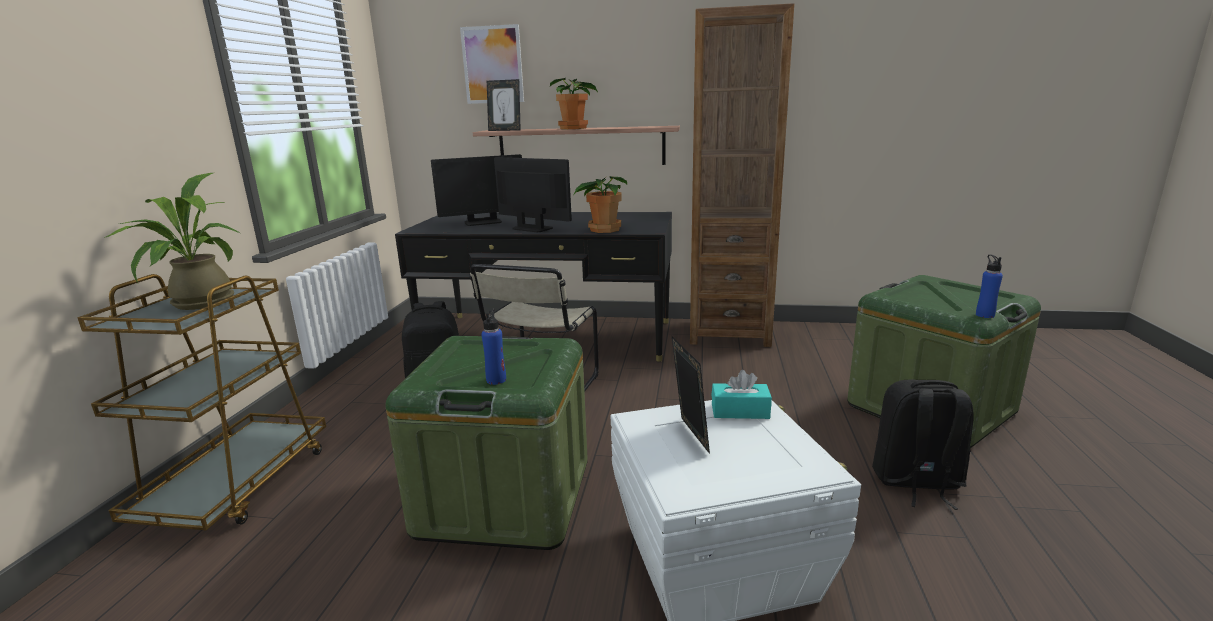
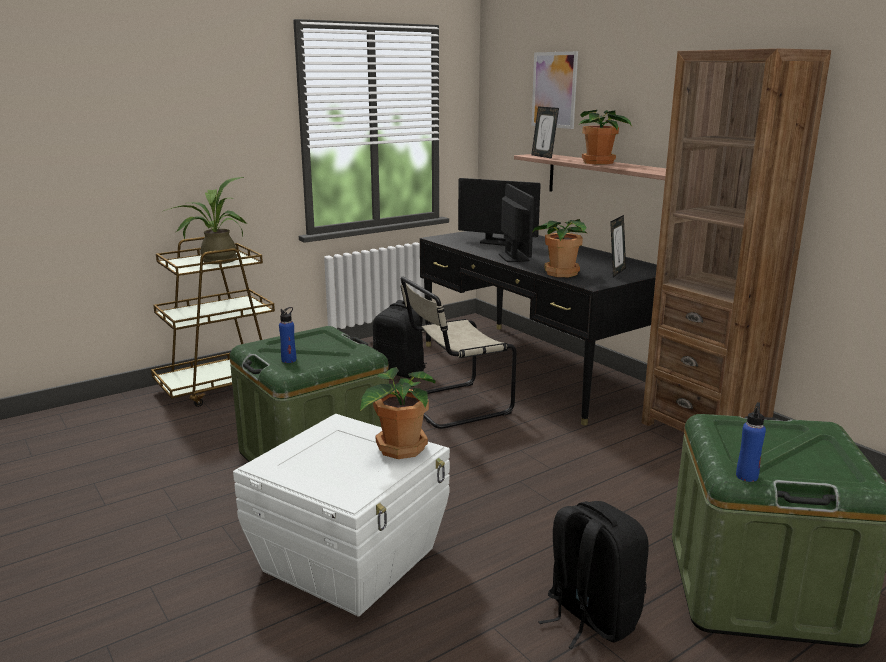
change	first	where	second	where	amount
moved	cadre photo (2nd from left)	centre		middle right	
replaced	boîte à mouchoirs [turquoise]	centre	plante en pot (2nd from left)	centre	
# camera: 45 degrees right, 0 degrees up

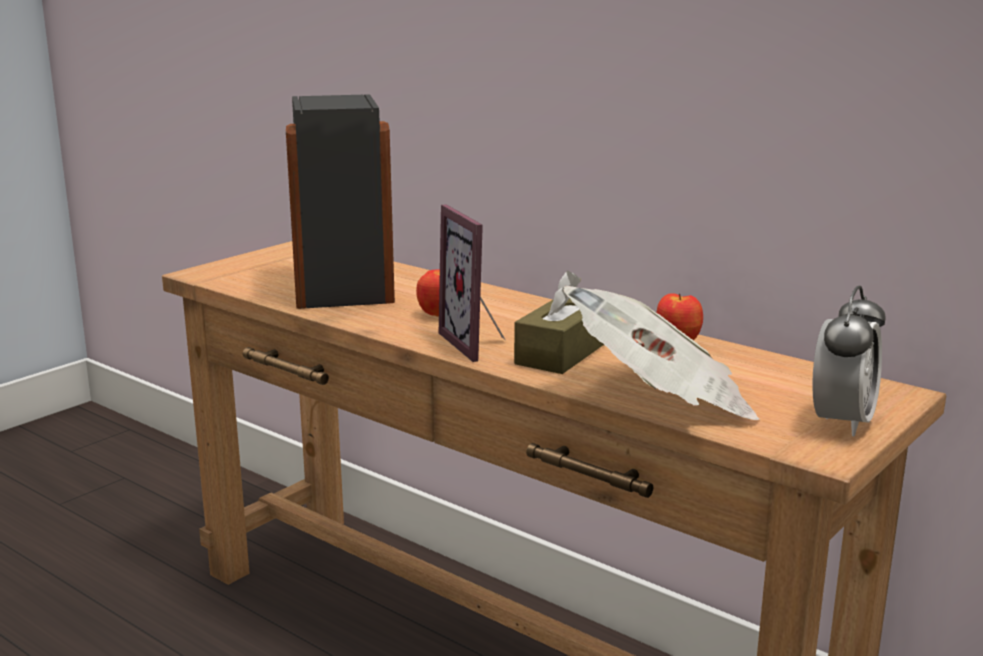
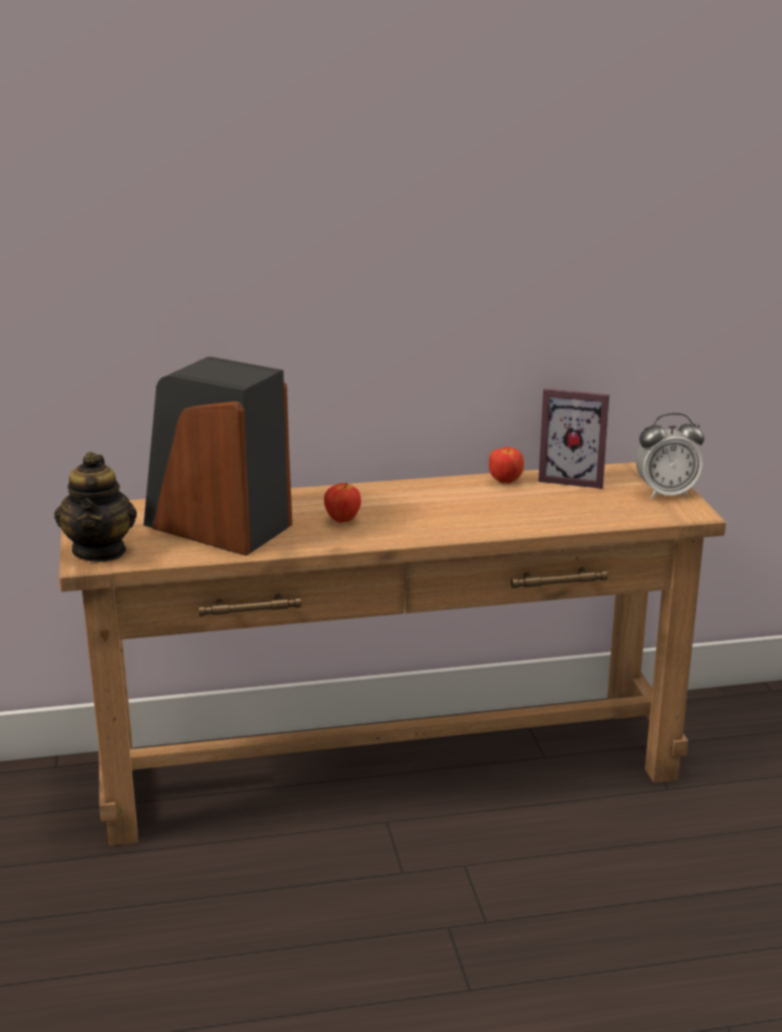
change	first	where	second	where	amount
removed	boîte à mouchoirs [marron]	centre			
removed	journal	middle right			
added			théière	middle left	
moved	cadre photo	centre		middle right	
turned	réveil	middle right		middle right	105 degrees clockwise
# camera: 50 degrees left, 5 degrees up

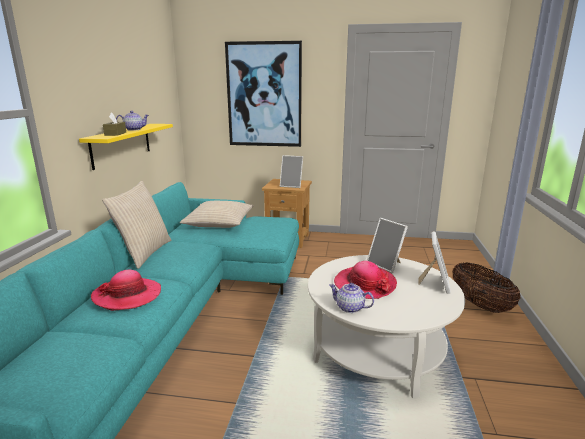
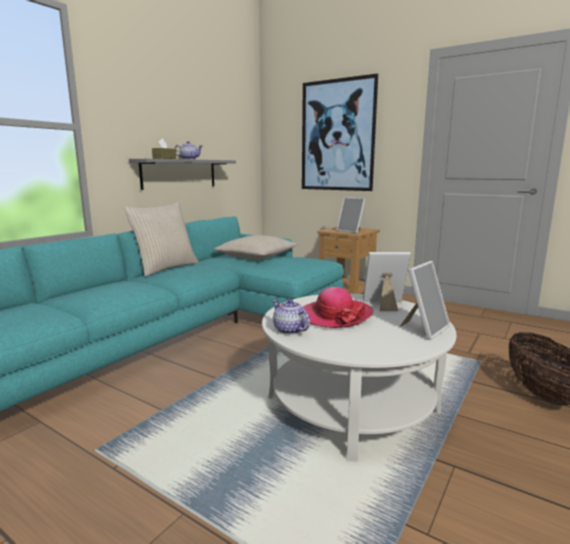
change	first	where	second	where	amount
removed	chapeau (1st from left)	middle left			
recoloured	étagère [jaune]	middle left	étagère [gris]	top left	
turned	cadre photo (2nd from left)	centre		middle right	105 degrees clockwise
# camera: 25 degrees right, 5 degrees down

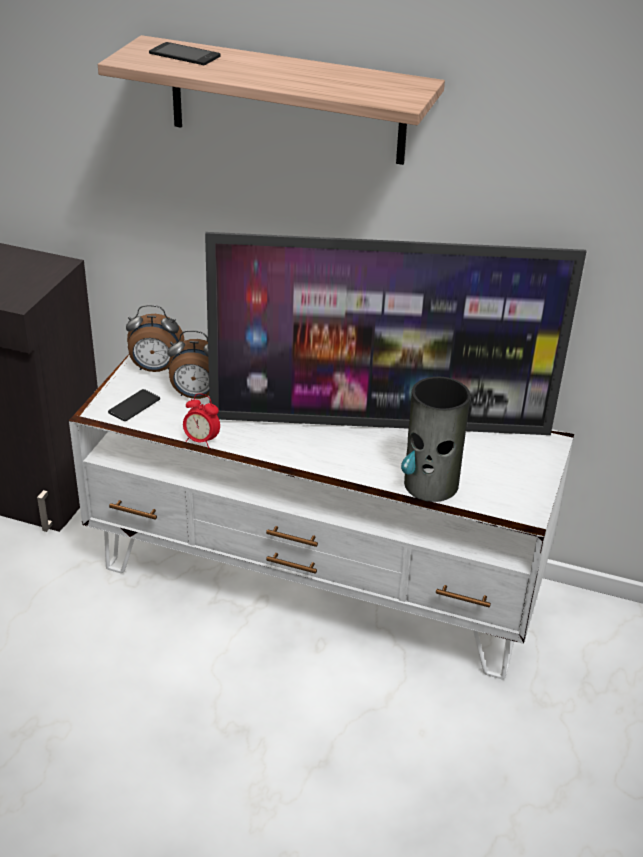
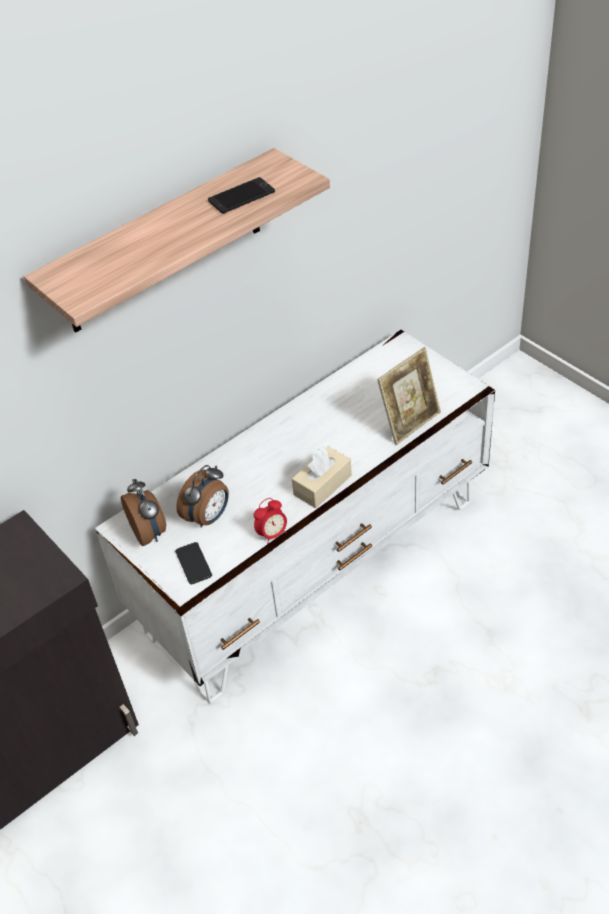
change	first	where	second	where	amount
removed	téléviseur	centre			
added			boîte à mouchoirs [beige]	centre	
moved	téléphone (2nd from left)	top left		top centre	
replaced	vase	middle right	cadre photo	middle right	
turned	réveil (1st from left)	middle left		middle left	60 degrees counterclockwise
# camera: 55 degrees left, 10 degrees up

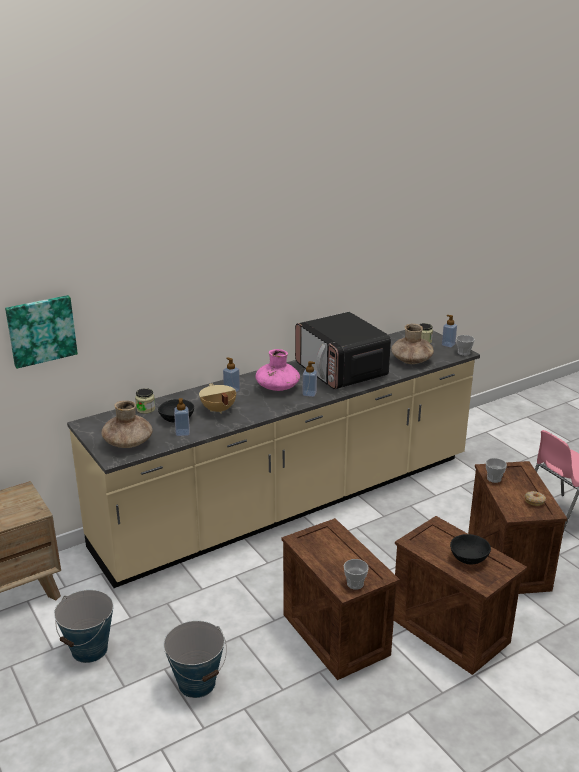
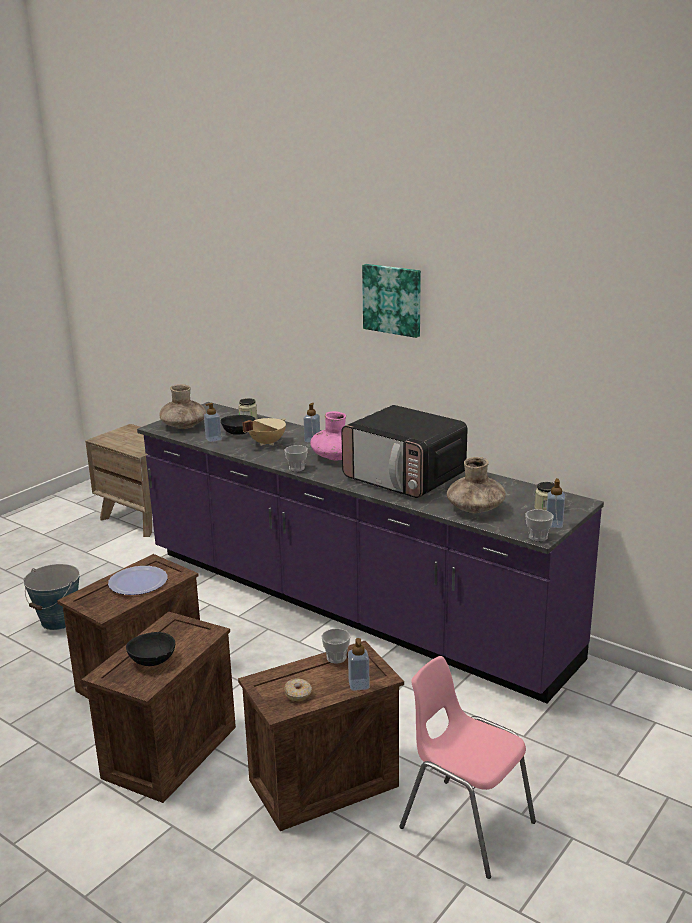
change	first	where	second	where	amount
removed	seau (1st from left)	bottom left			
added			assiette	middle left	
moved	tableau	middle left		top centre	
moved	distributeur de savon (3rd from left)	centre		bottom centre	
moved	tasse (1st from left)	bottom centre		centre	
recoloured	comptoir de cuisine [beige]	centre	comptoir de cuisine [violet]	centre	
turned	micro-ondes	centre		centre	90 degrees counterclockwise
# camera: 70 degrees right, 5 degrees down

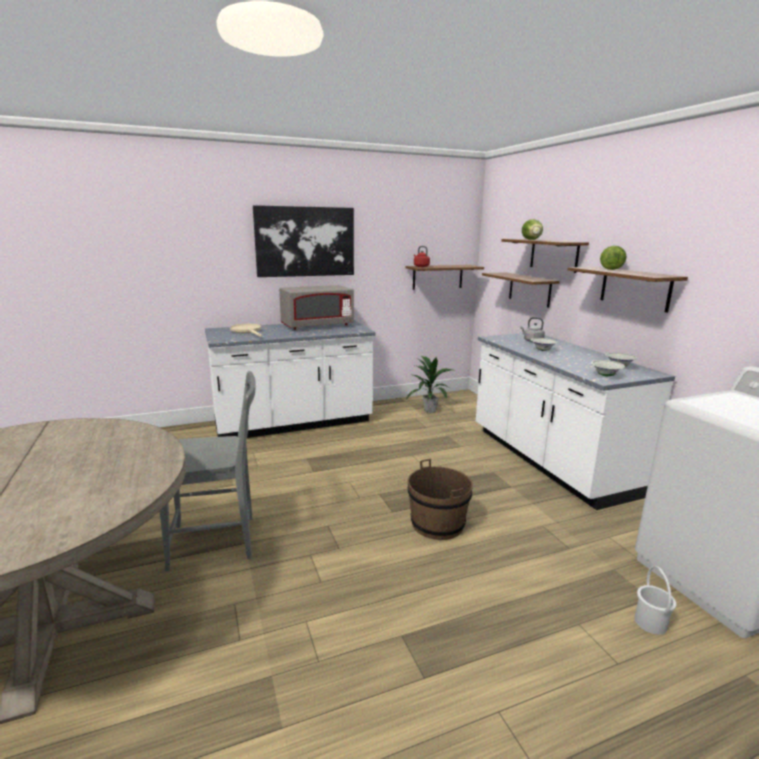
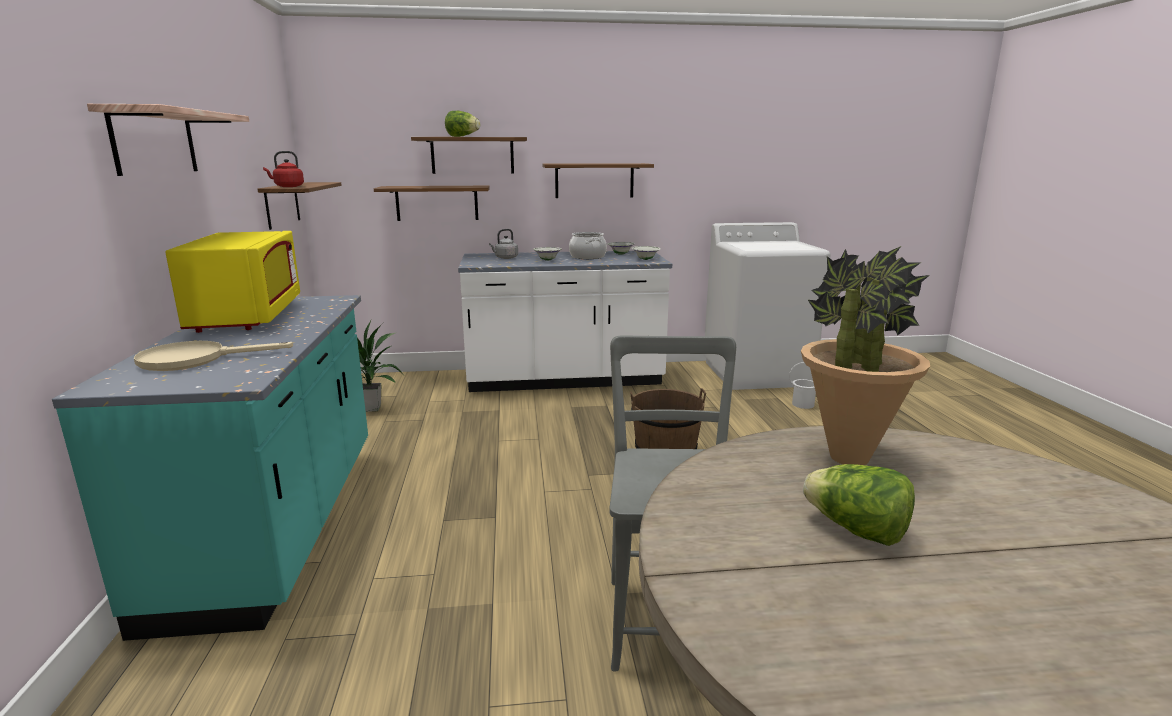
change	first	where	second	where	amount
added			marmite	centre	
added			plante en pot (2nd from left)	middle right	
moved	laitue (2nd from left)	middle right		bottom right	
replaced	tableau	top centre	étagère (1st from left)	top left	
recoloured	comptoir de cuisine [blanc] (1st from left)	centre	comptoir de cuisine [turquoise]	middle left	
recoloured	micro-ondes [gris]	centre	micro-ondes [jaune]	middle left	
# camera: 75 degrees left, 0 degrees up

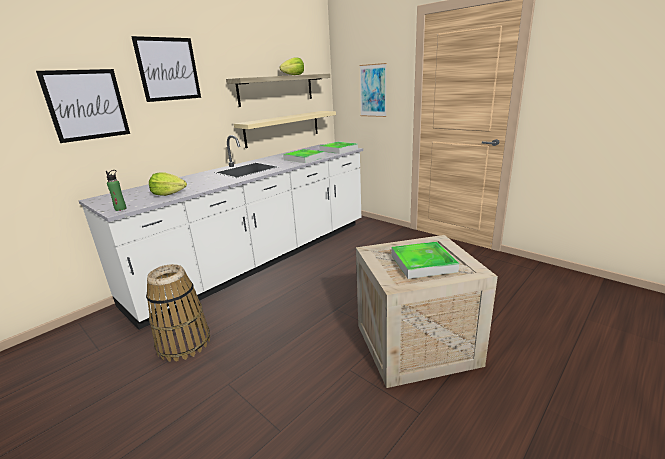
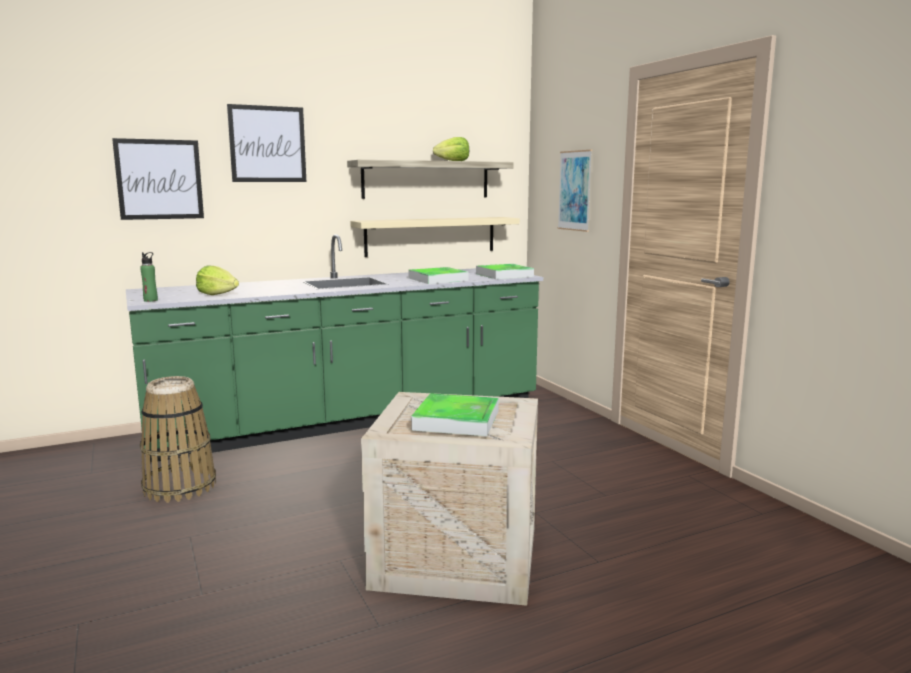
change	first	where	second	where	amount
recoloured	comptoir de cuisine [blanc]	middle left	comptoir de cuisine [vert]	centre	
# camera: 20 degrees right, 10 degrees down

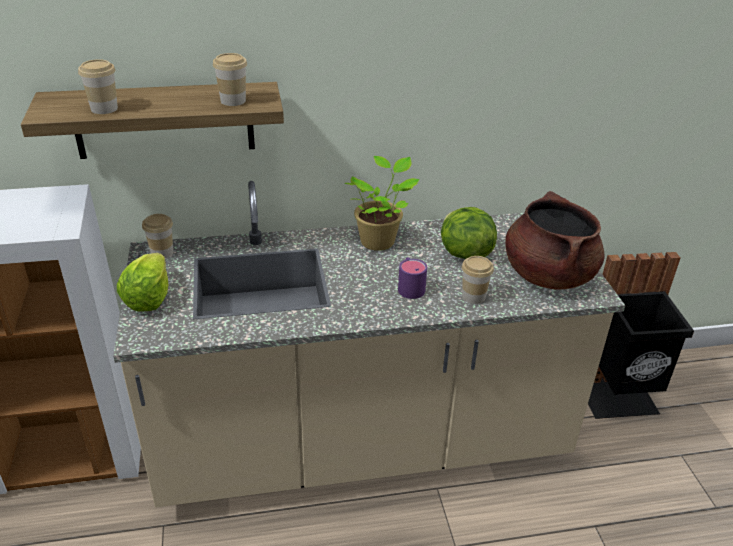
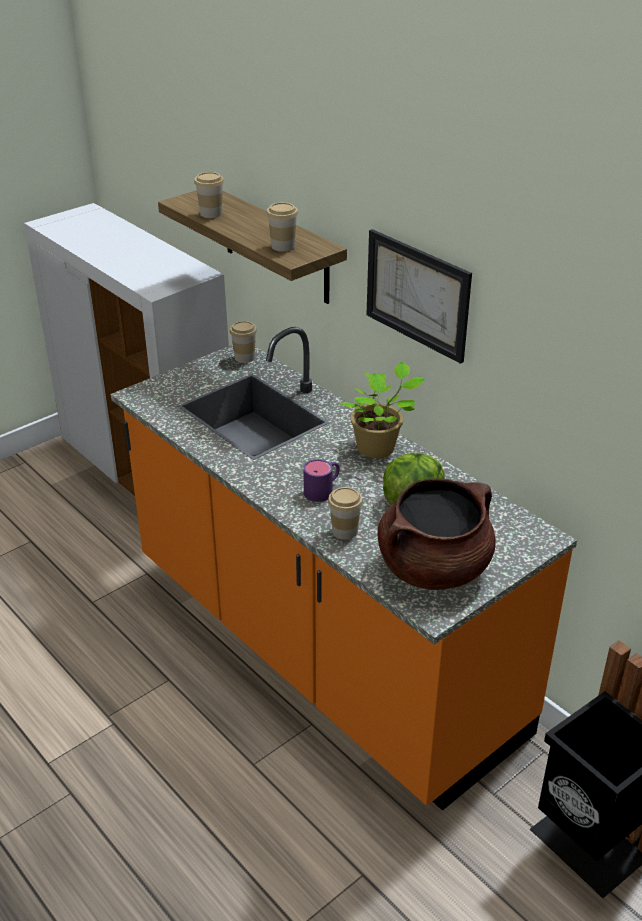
change	first	where	second	where	amount
removed	laitue (1st from left)	middle left			
added			tableau	top centre	
recoloured	comptoir de cuisine [beige]	centre	comptoir de cuisine [orange]	centre	
# camera: 60 degrees right, 0 degrees up

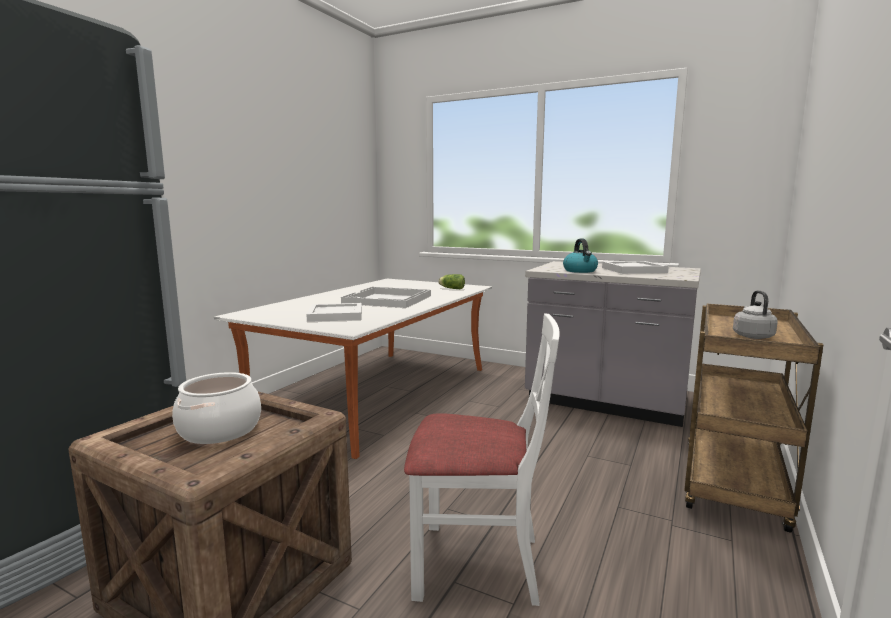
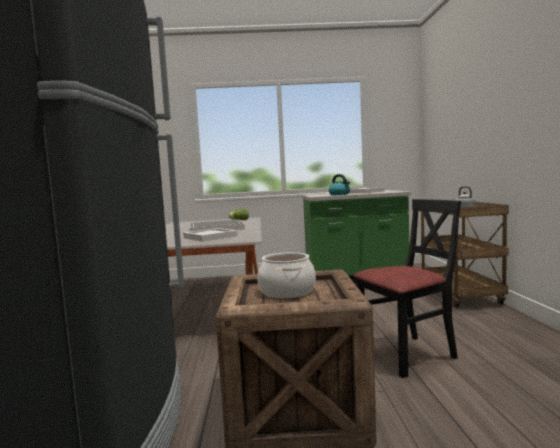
change	first	where	second	where	amount
recoloured	chaise [blanc]	bottom centre	chaise [noir]	middle right	
recoloured	comptoir de cuisine [gris]	middle right	comptoir de cuisine [vert]	centre	
# camera: 30 degrees left, 5 degrees down

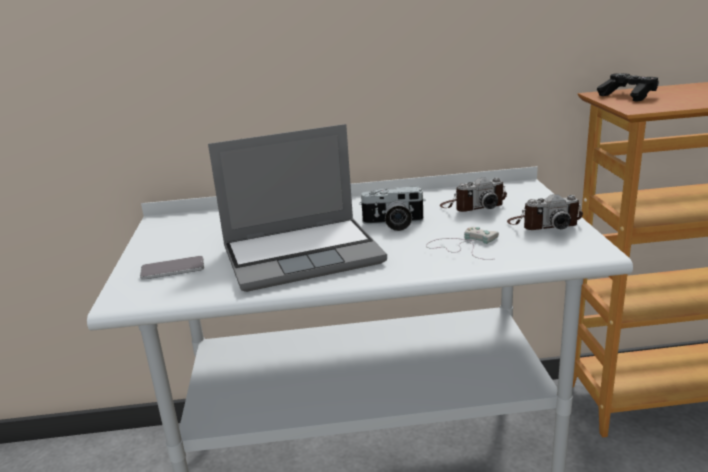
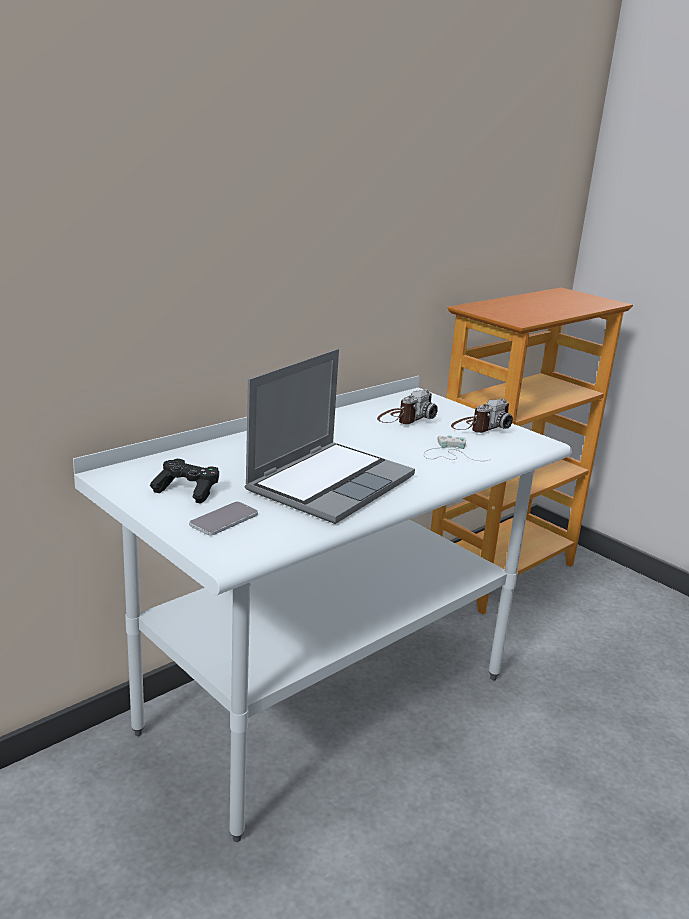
change	first	where	second	where	amount
removed	appareil photo (1st from left)	centre			
moved	manette [noir]	top right		middle left	
# camera: 40 degrees left, 0 degrees up

